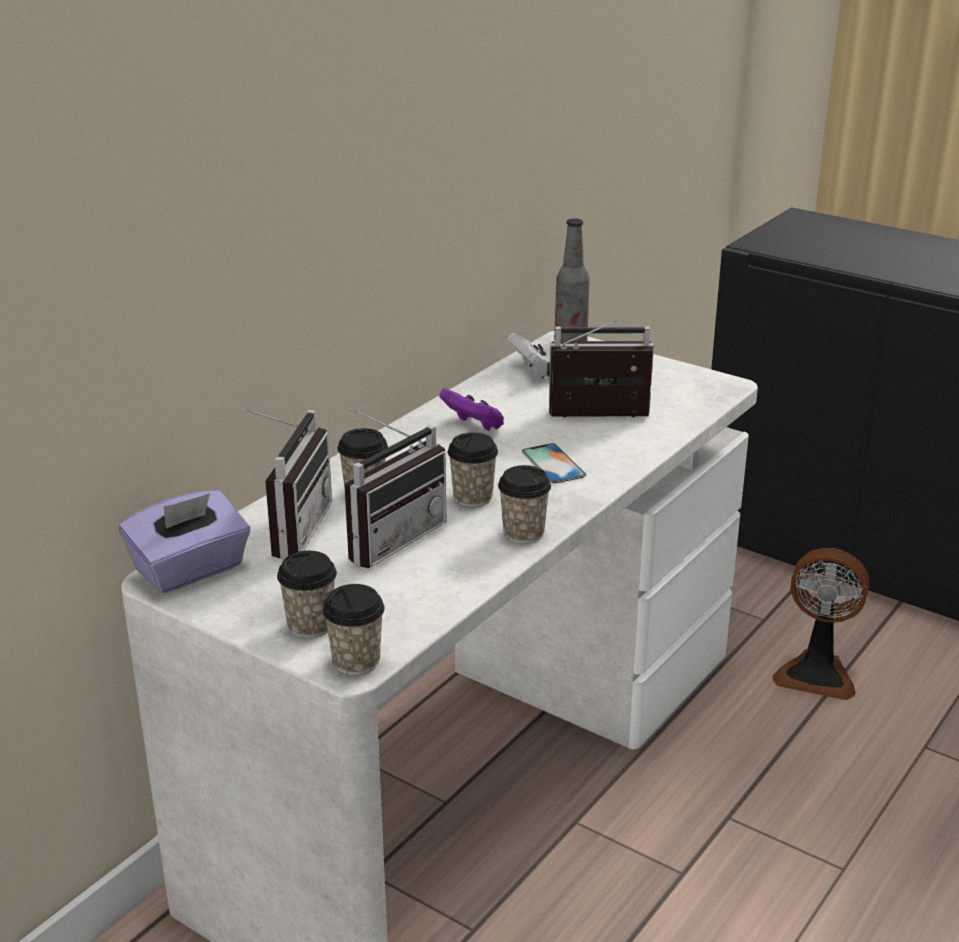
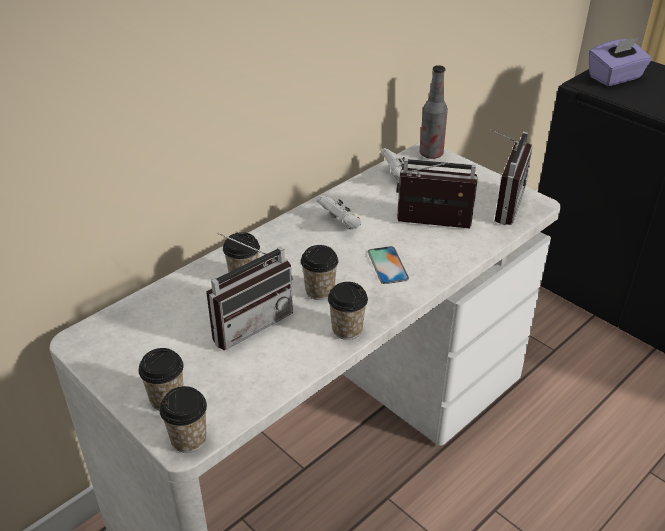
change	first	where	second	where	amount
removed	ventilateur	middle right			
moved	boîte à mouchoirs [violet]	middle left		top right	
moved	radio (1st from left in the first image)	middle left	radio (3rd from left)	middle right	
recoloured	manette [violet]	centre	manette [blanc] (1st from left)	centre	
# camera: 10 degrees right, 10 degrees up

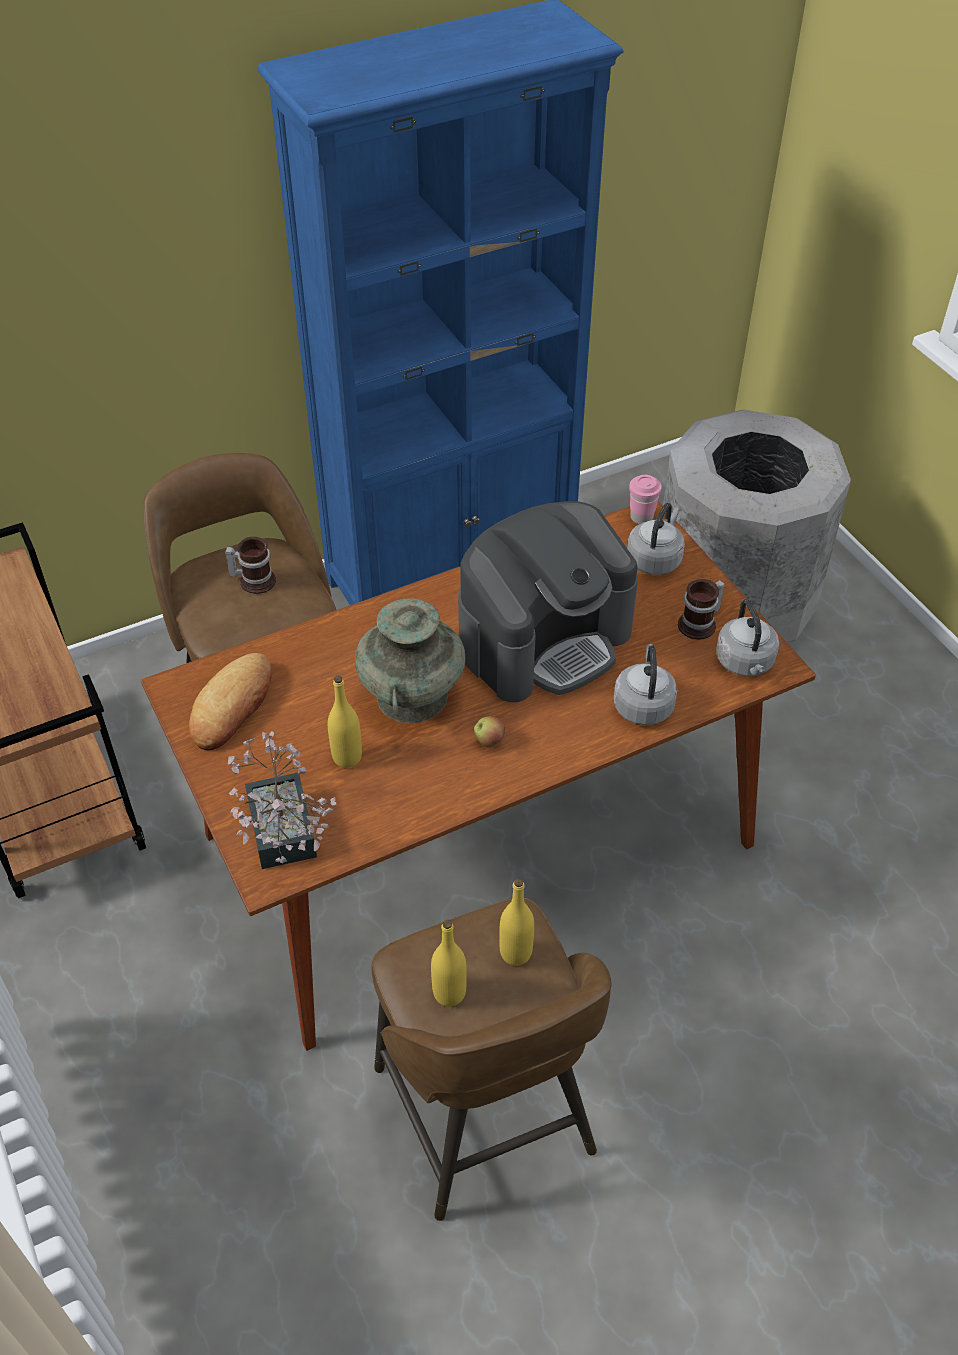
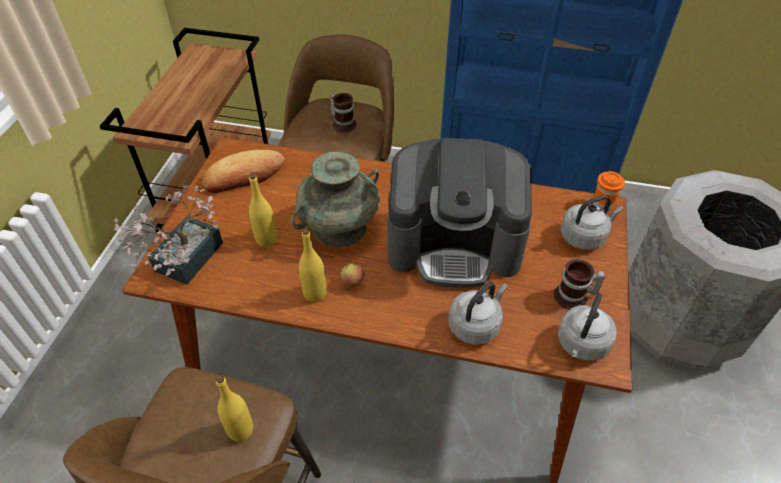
change	first	where	second	where	amount
moved	bouteille [jaune] (2nd from left in the first image)	bottom centre	bouteille [jaune] (3rd from left)	centre	
recoloured	tasse [rose]	middle right	tasse [orange]	middle right	
# camera: 40 degrees right, 0 degrees up

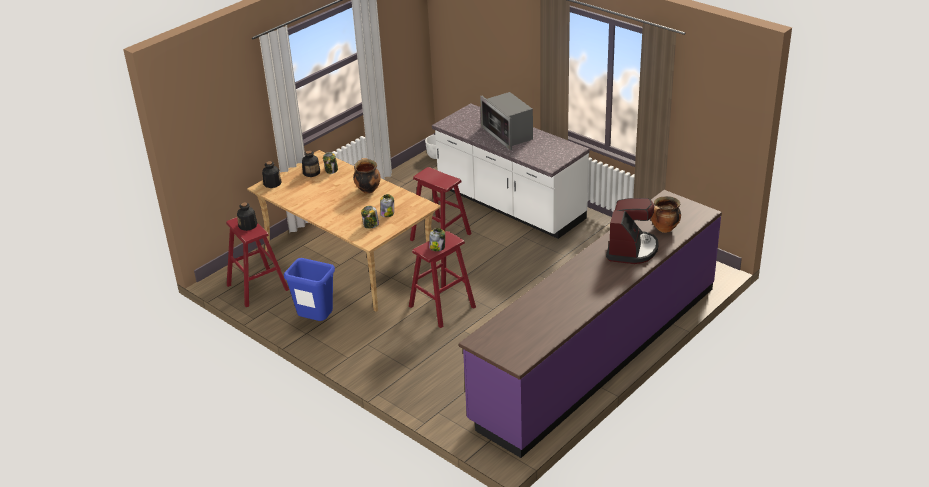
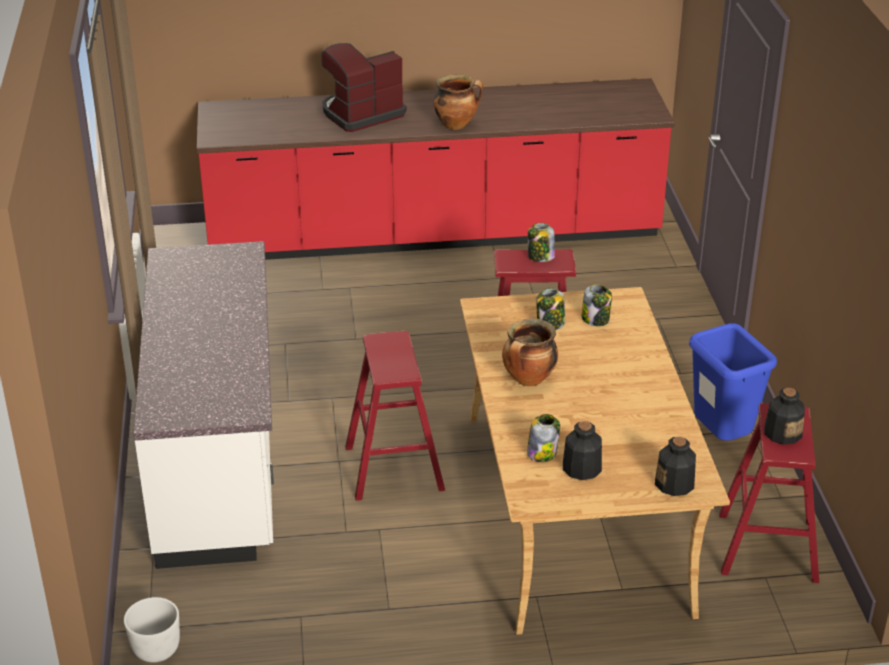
change	first	where	second	where	amount
removed	micro-ondes	top centre			
moved	marmite (2nd from left in the first image)	middle right	marmite (1st from left)	top centre	
recoloured	comptoir de cuisine [violet]	centre	comptoir de cuisine [rouge]	top centre	
# camera: 140 degrees left, 0 degrees up

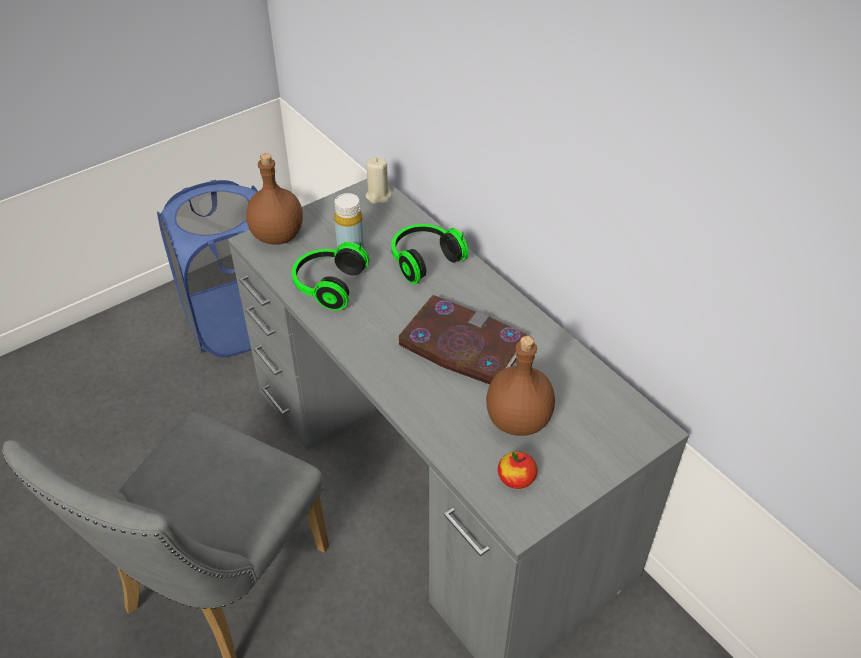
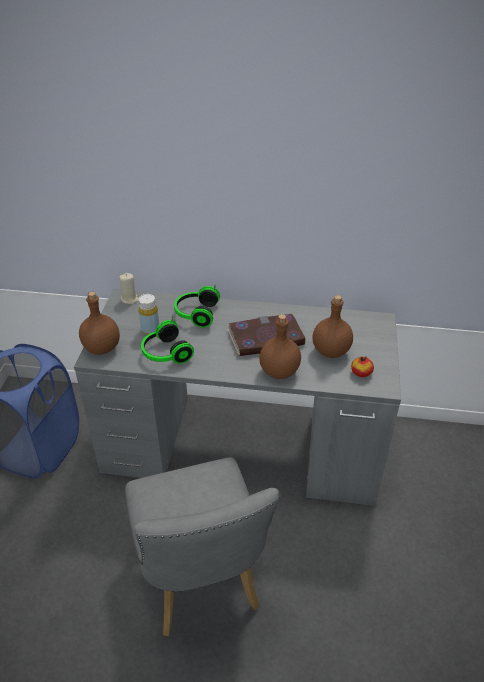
change	first	where	second	where	amount
added			bouteille [marron] (2nd from left)	centre	
# camera: 45 degrees left, 5 degrees down

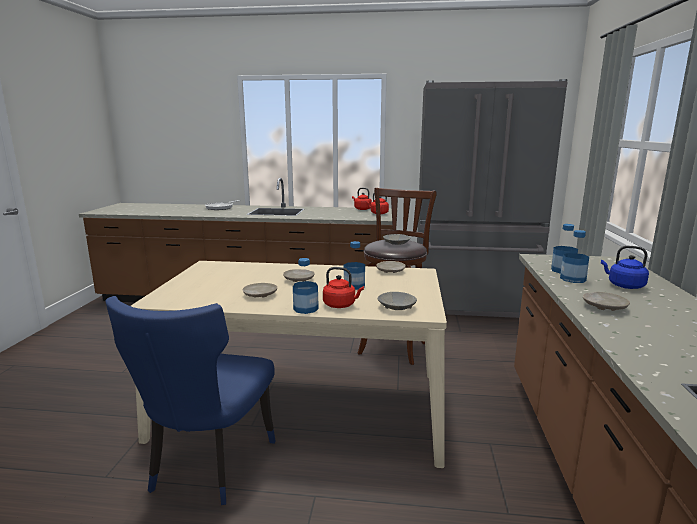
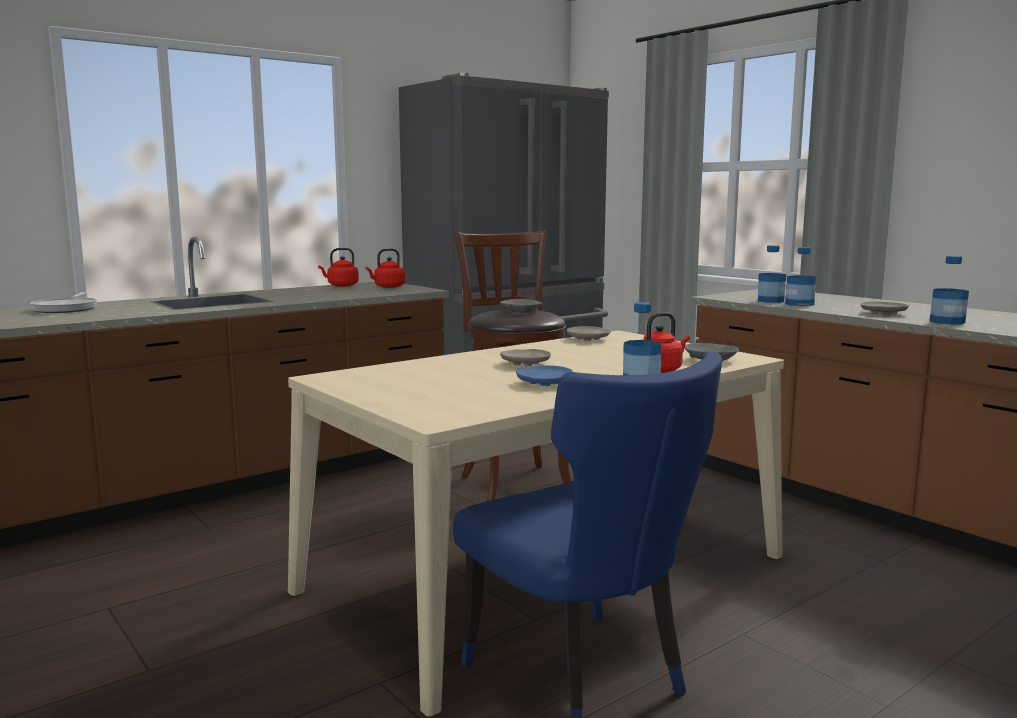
change	first	where	second	where	amount
removed	bouilloire [bleu]	middle right			
moved	bouteille (2nd from left in the first image)	centre	bouteille (4th from left)	middle right	
recoloured	assiette [beige] (1st from left)	centre	assiette [bleu]	centre	
# camera: 45 degrees left, 5 degrees down

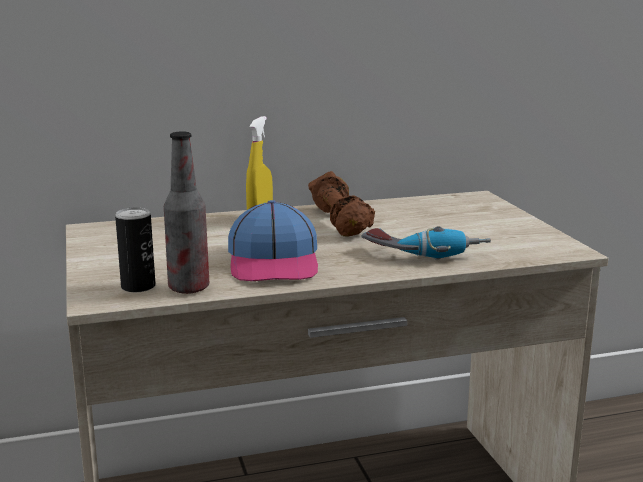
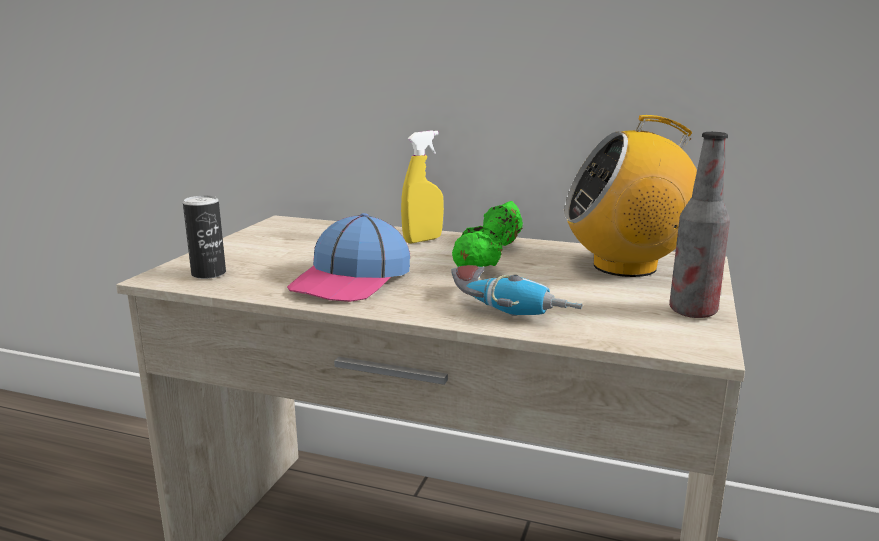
change	first	where	second	where	amount
added			radio	middle right	
moved	bouteille	middle left		middle right	
recoloured	haltère [marron]	centre	haltère [vert]	centre	
# camera: 35 degrees right, 0 degrees up

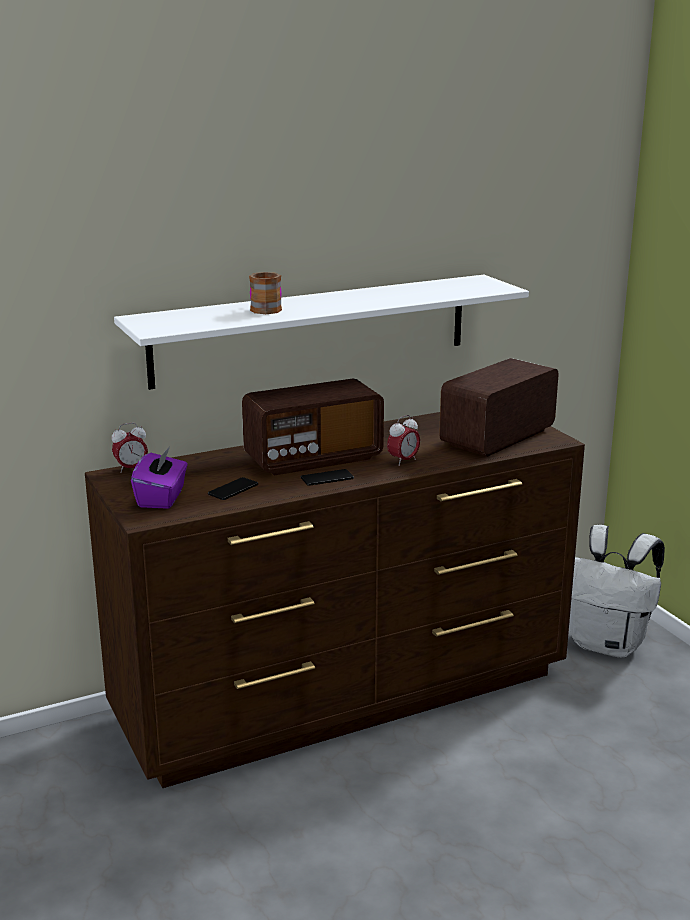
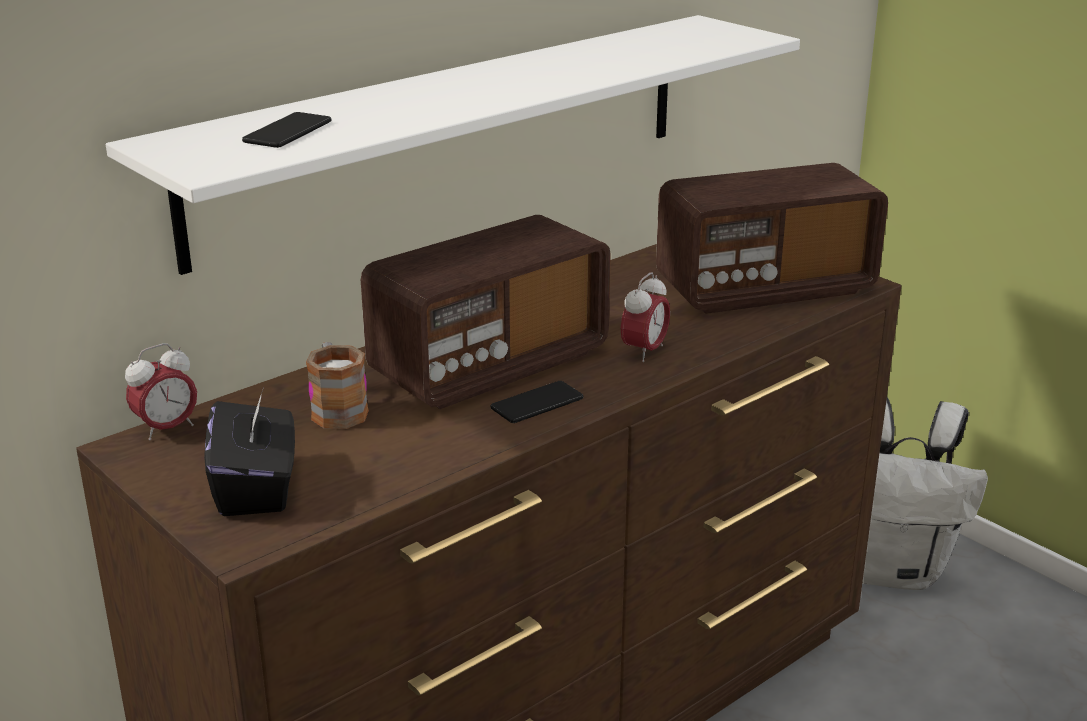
change	first	where	second	where	amount
moved	téléphone (1st from left)	centre		top left	
moved	mug	top centre		middle left	
recoloured	boîte à mouchoirs [violet]	middle left	boîte à mouchoirs [noir]	middle left	
turned	radio (2nd from left)	middle right		top right	135 degrees counterclockwise
# camera: 15 degrees left, 5 degrees up

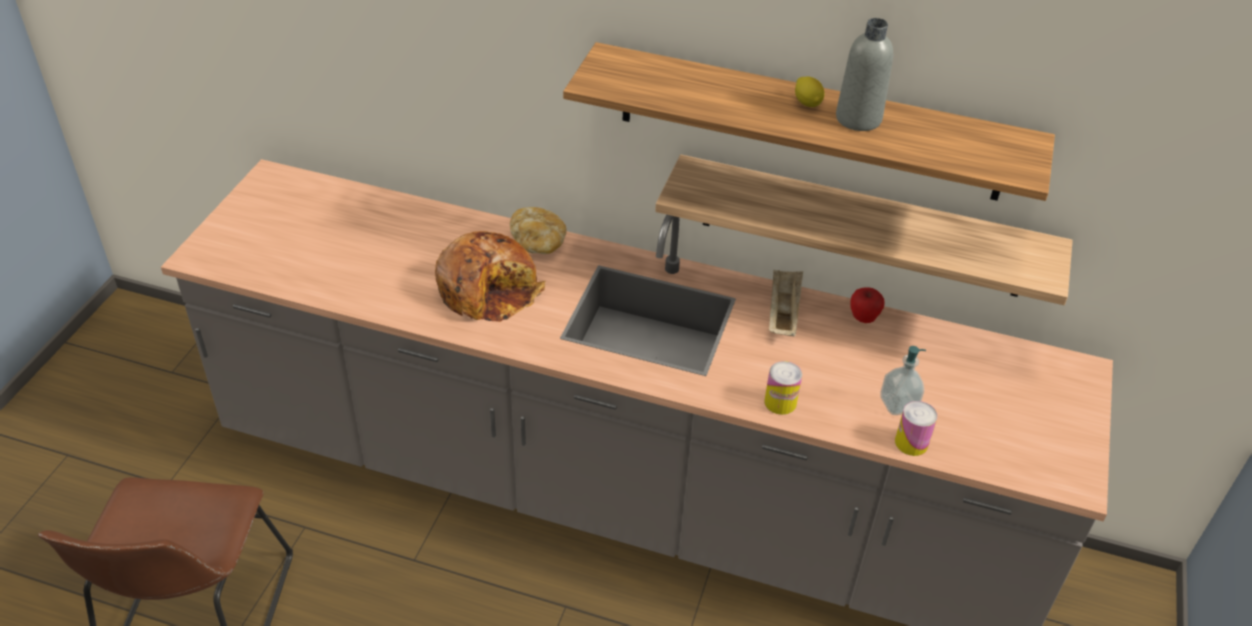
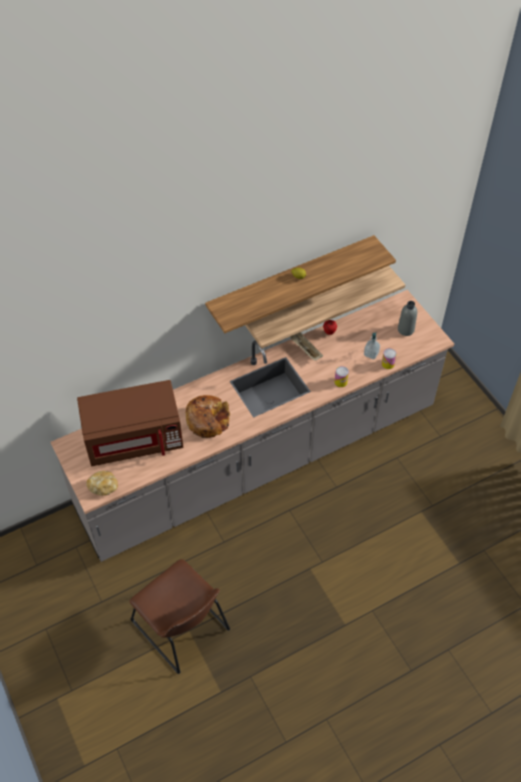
change	first	where	second	where	amount
added			micro-ondes [marron]	middle left	
moved	pain (2nd from left in the first image)	centre	pain (1st from left)	middle left	
moved	bouteille [gris]	top right		middle right	
# camera: 45 degrees left, 10 degrees up

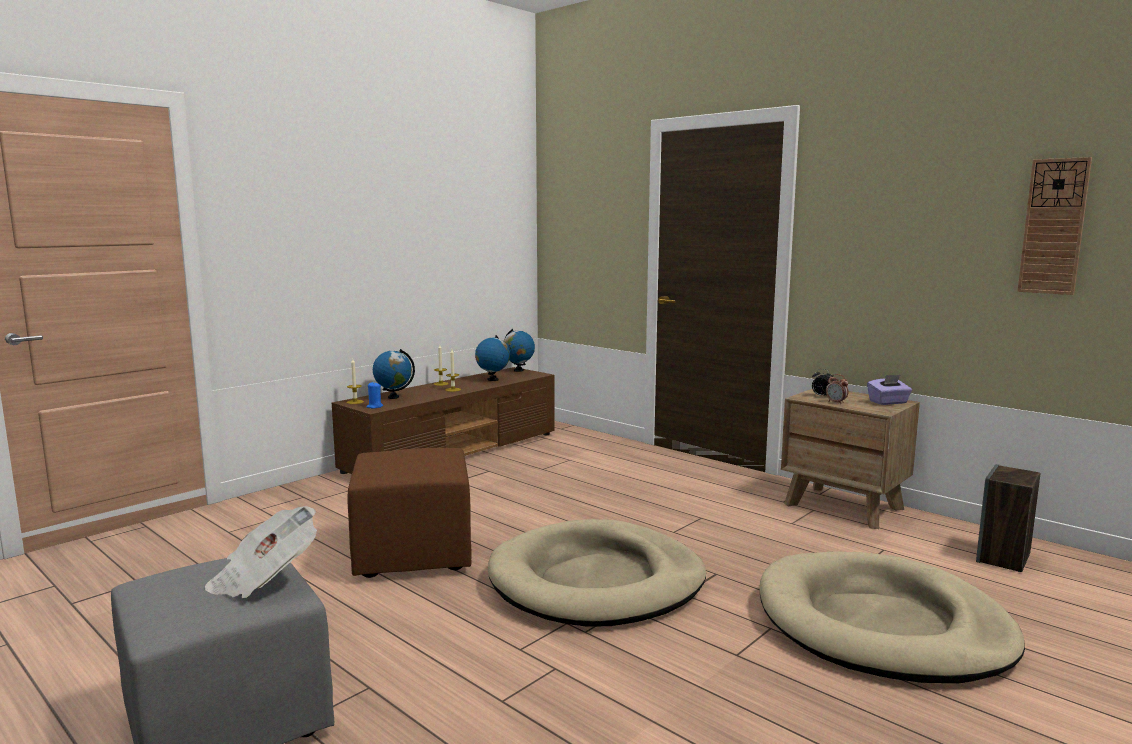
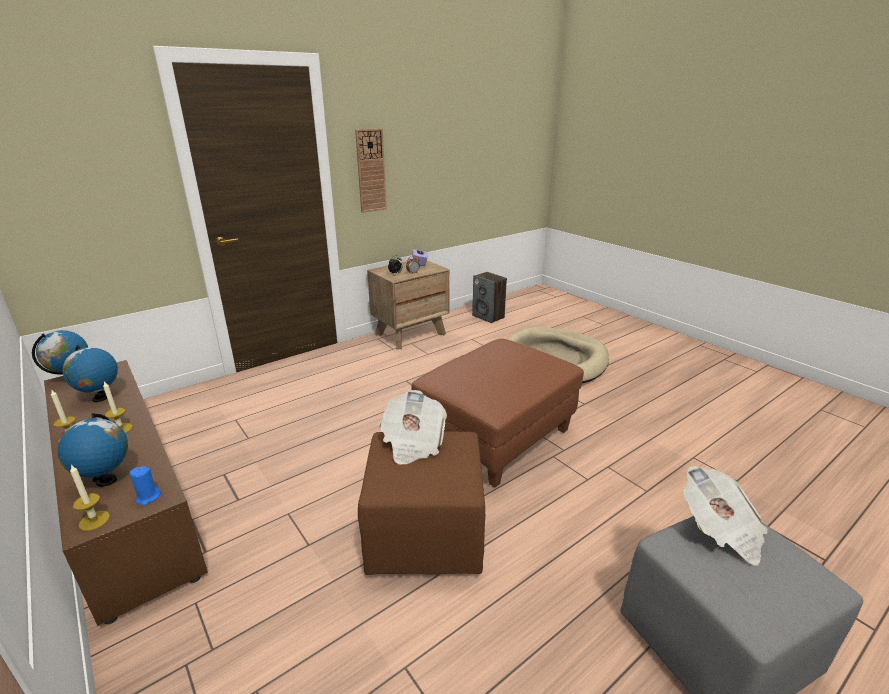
change	first	where	second	where	amount
added			journal (1st from left)	centre	
moved	horloge murale	top right		top centre	
replaced	panier pour chien [beige] (1st from left)	bottom centre	pouf [marron] (2nd from left)	centre	
# camera: 80 degrees left, 15 degrees up

